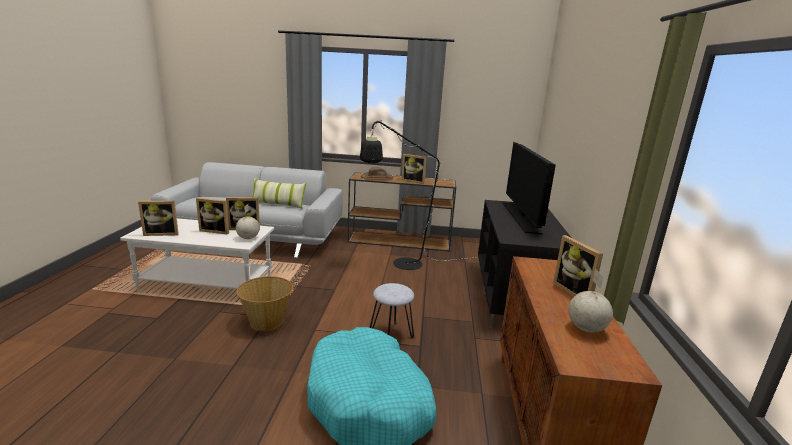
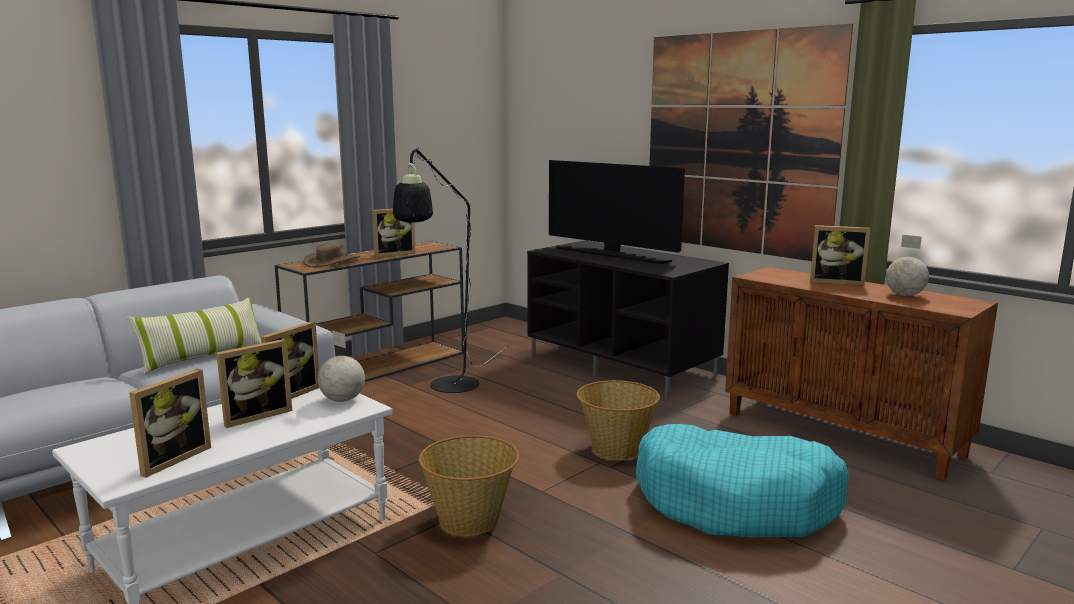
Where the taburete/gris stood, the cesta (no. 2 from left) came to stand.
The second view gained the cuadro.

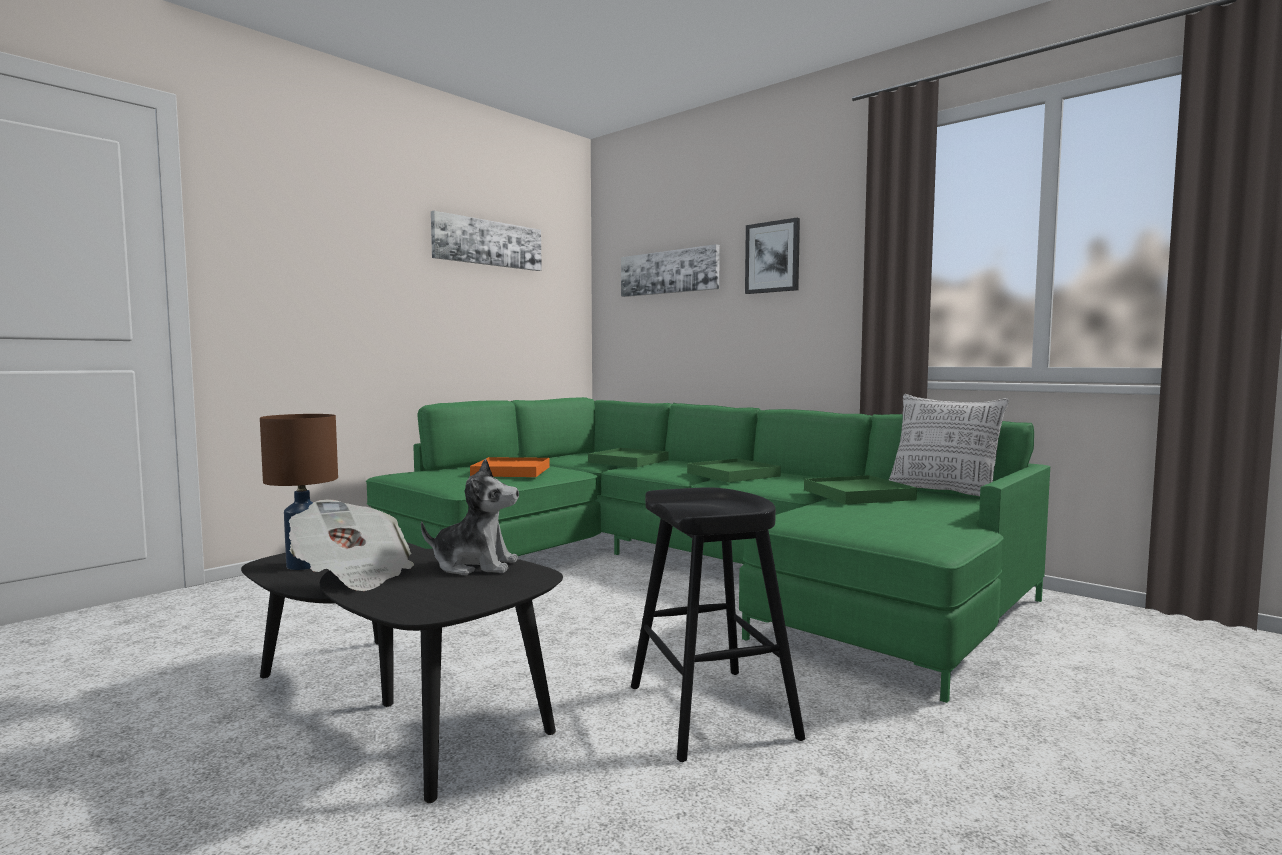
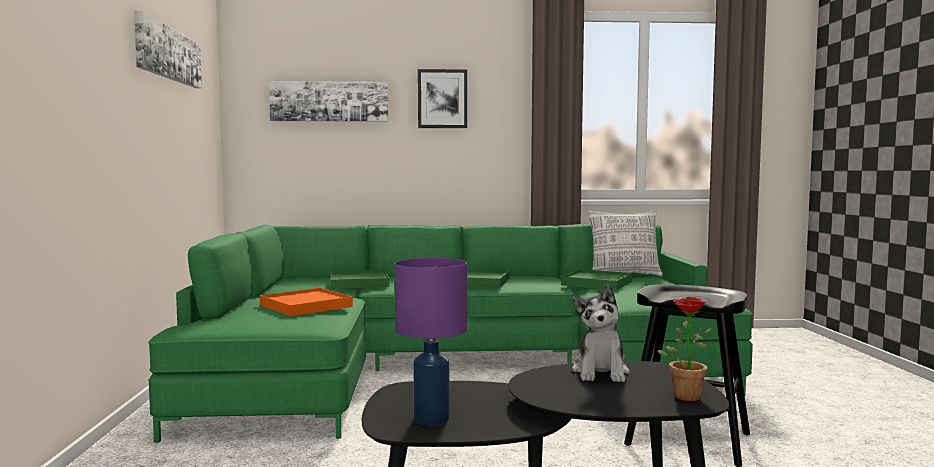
What was the lámpara de mesa/marrón turned into the lámpara de mesa/morado.
The second view lost the periódico.
The peluche ended up facing another way, 135 degrees clockwise from before.
The second view gained the planta en maceta.

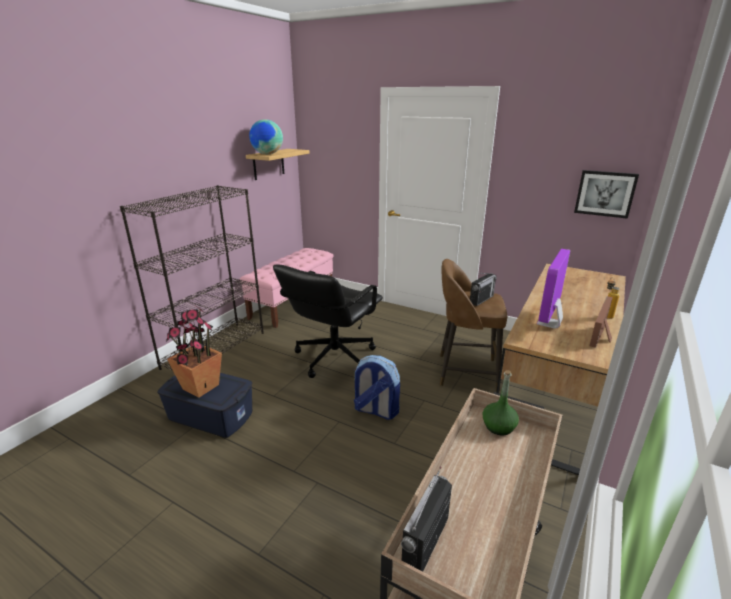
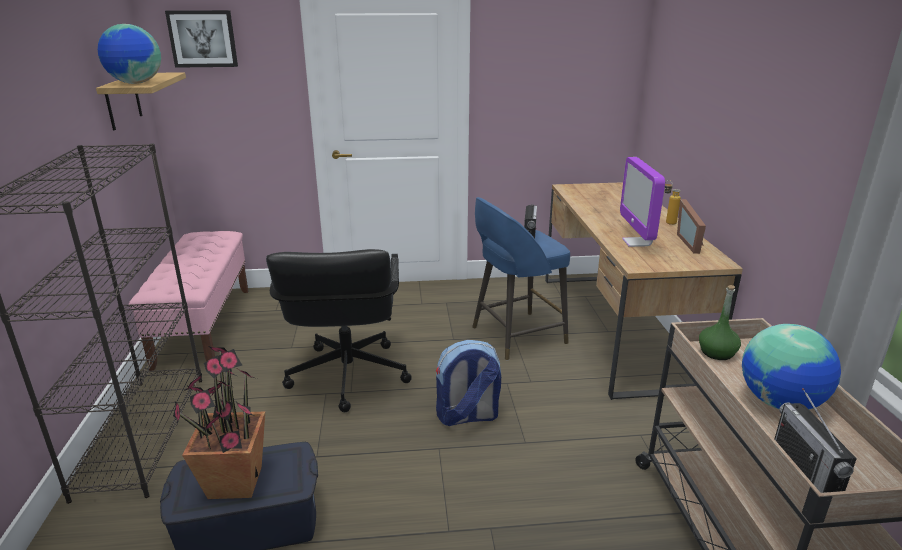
What was the taburete/marrón turned into the taburete/azul.
The cuadro ended up elsewhere.
The second view gained the globo terráqueo (no. 2 from left).

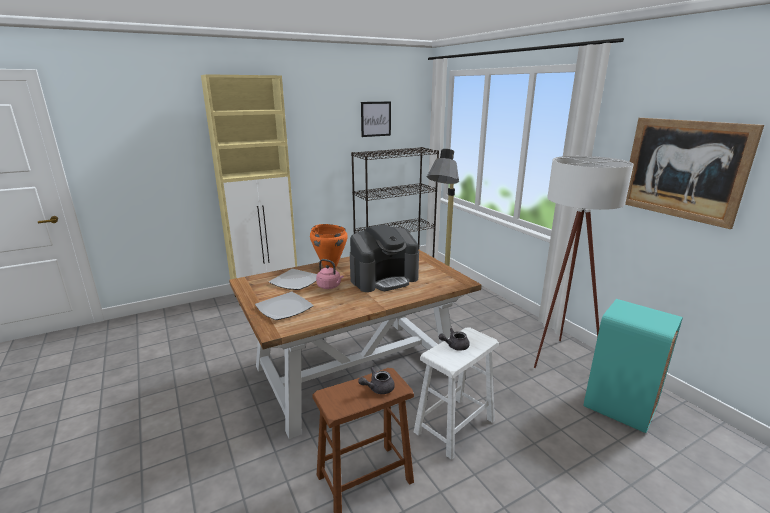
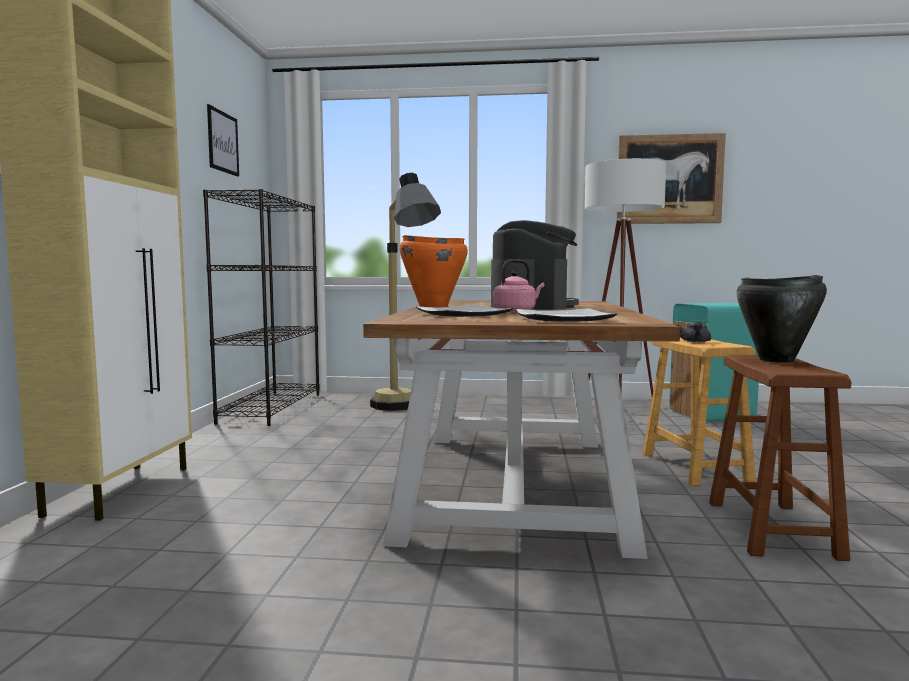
Where the tetera/gris (no. 1 from left) stood, the olla/negro came to stand.
What was the taburete/blanco turned into the taburete/marrón (no. 1 from left).

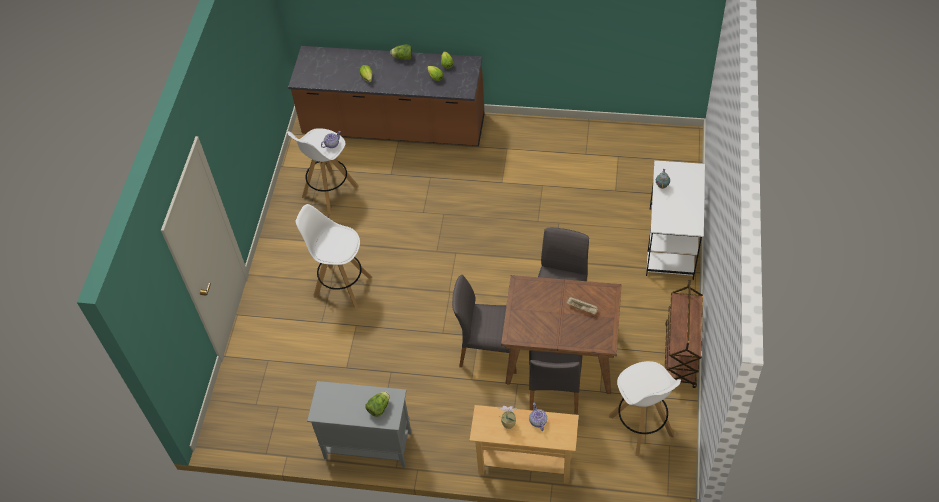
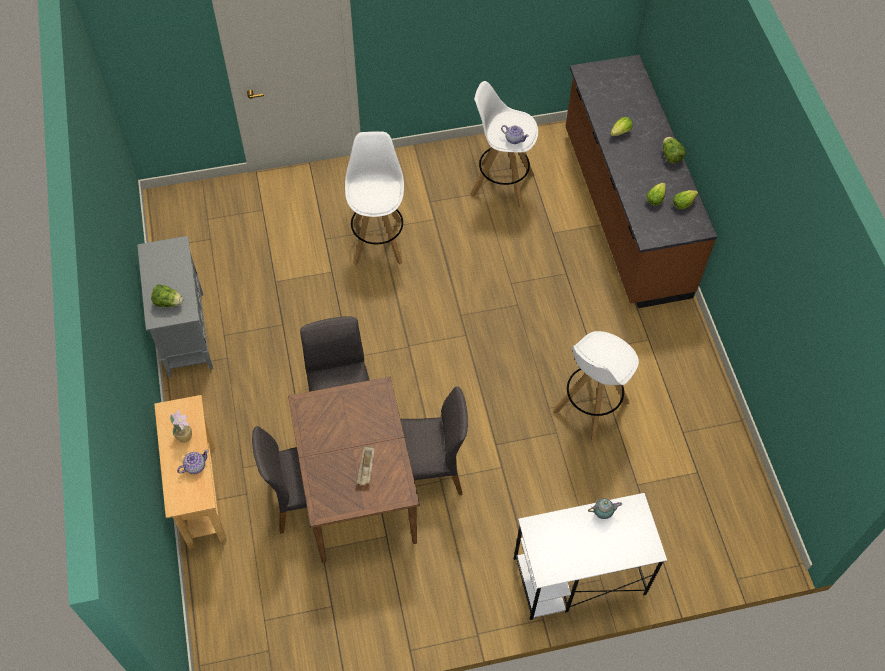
The taburete/blanco (no. 3 from left) ended up elsewhere.
The second view lost the carrito/marrón.

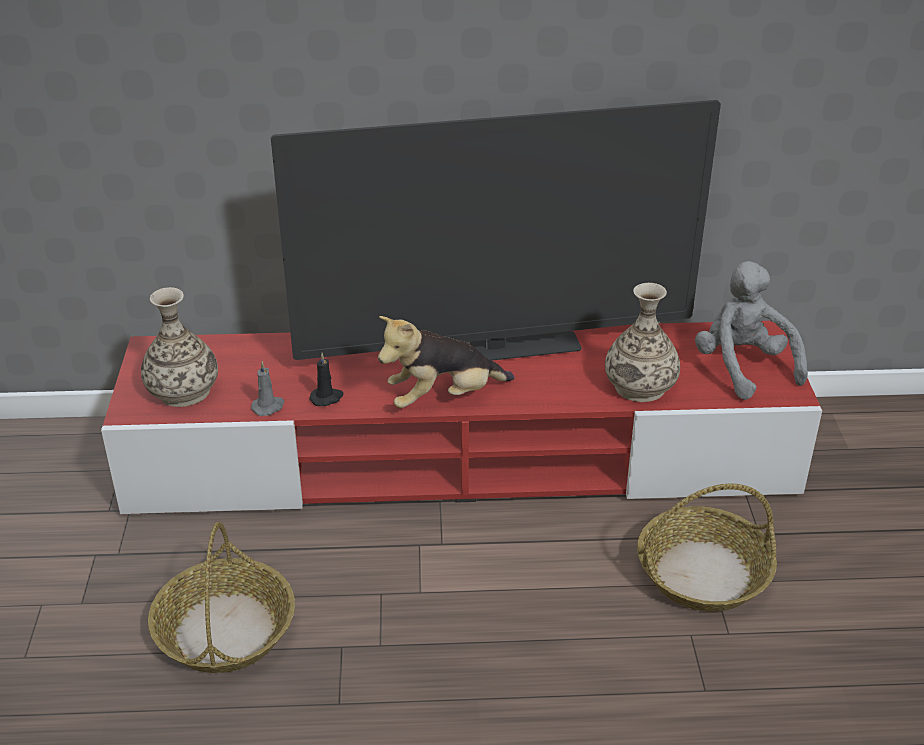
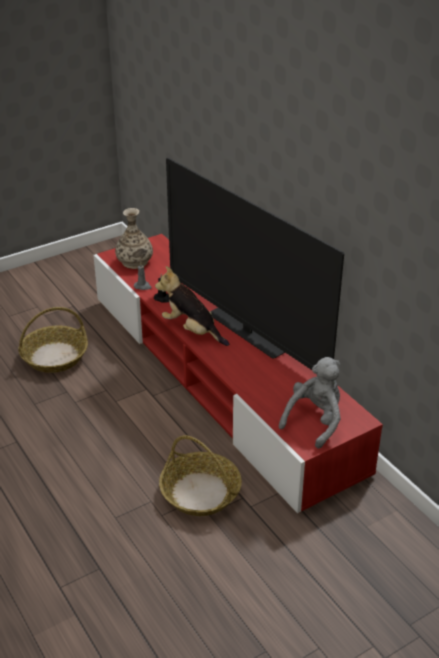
The second view lost the florero (no. 2 from left).

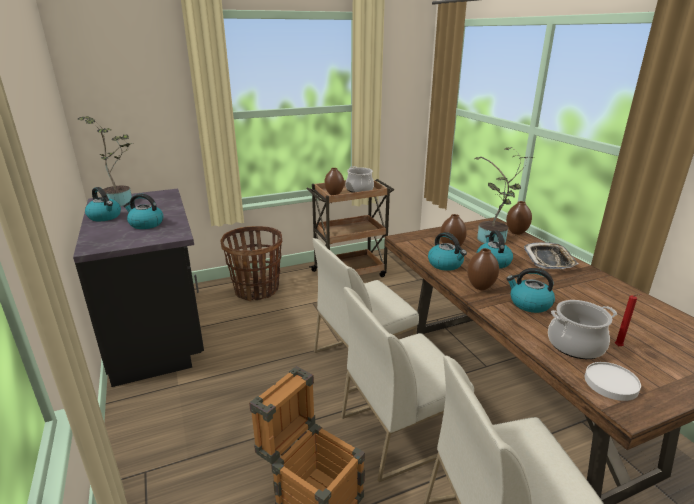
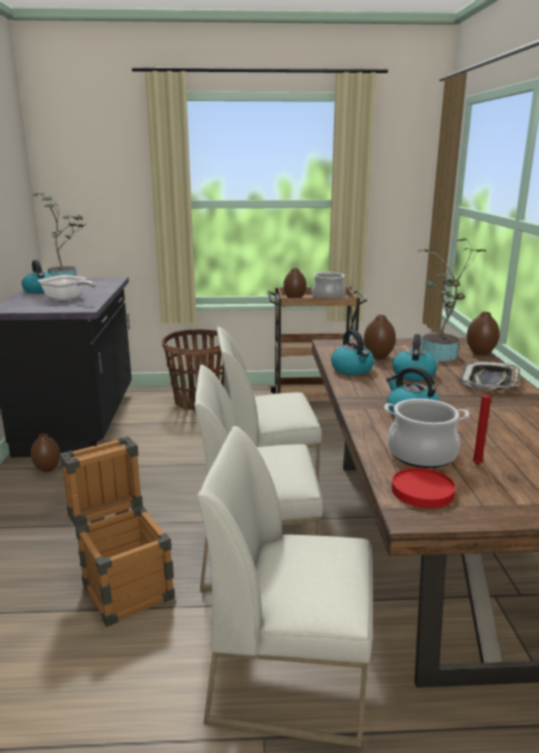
Where the hervidor (no. 2 from left) stood, the sartén came to stand.
The florero/marrón (no. 3 from left in the first image) ended up elsewhere.
What was the plato/blanco turned into the plato/rojo.

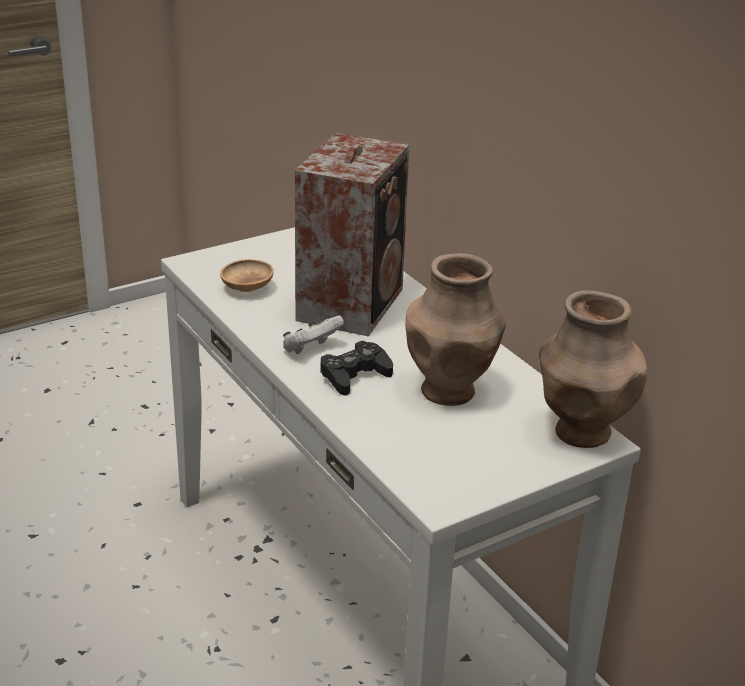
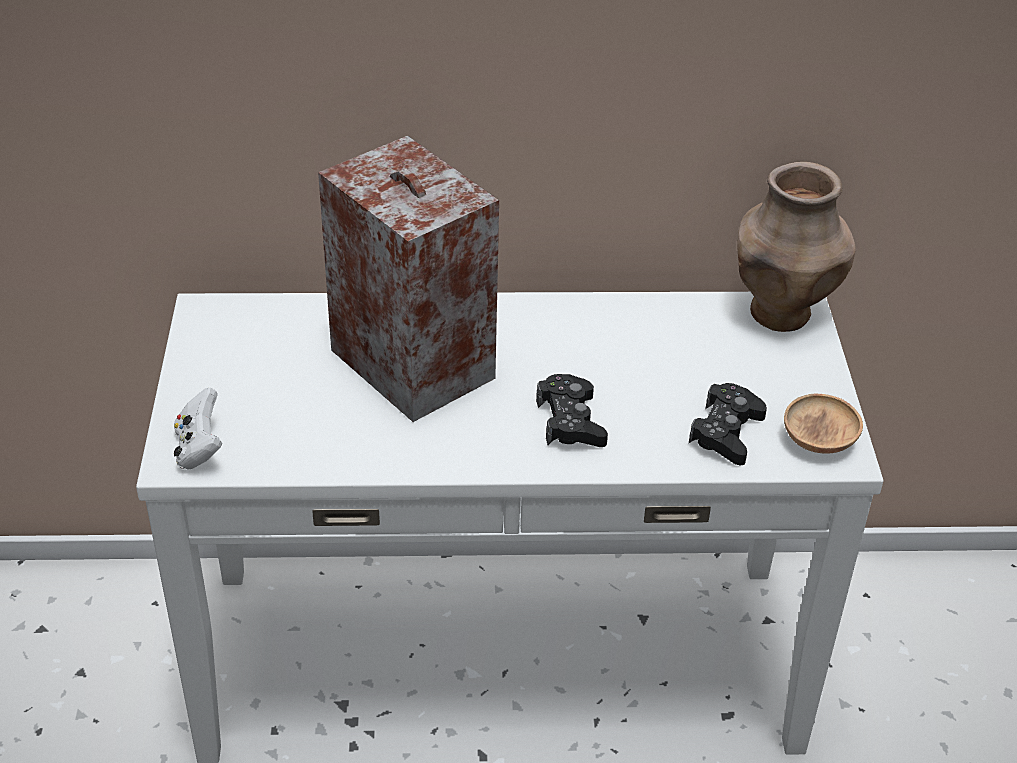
The cuenco/marrón ended up elsewhere.
The mando de consola/blanco ended up elsewhere.
The second view lost the florero/marrón (no. 1 from left).
The second view gained the mando de consola/negro (no. 2 from left).

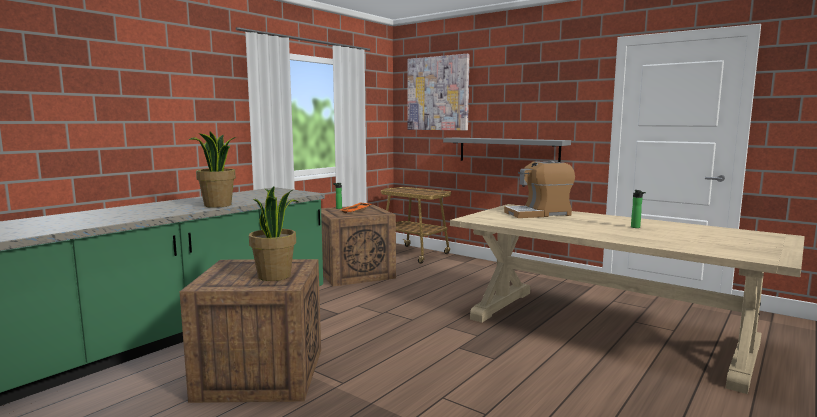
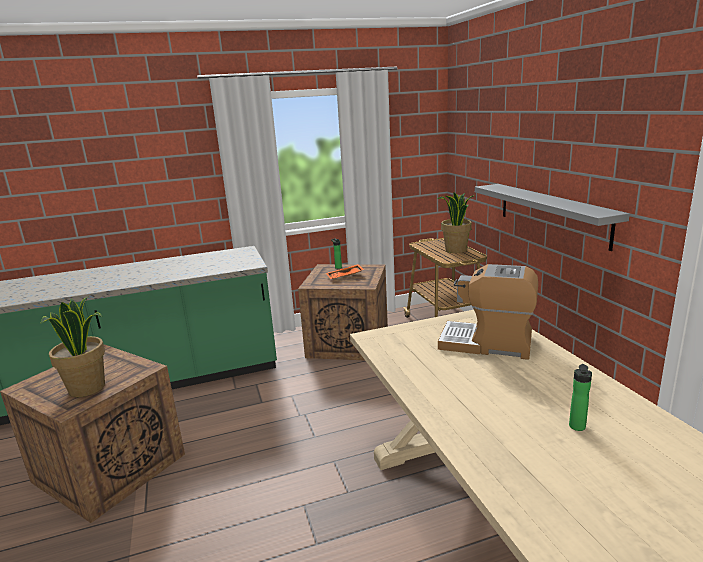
The planta en maceta (no. 1 from left in the first image) ended up elsewhere.
The second view lost the cuadro.

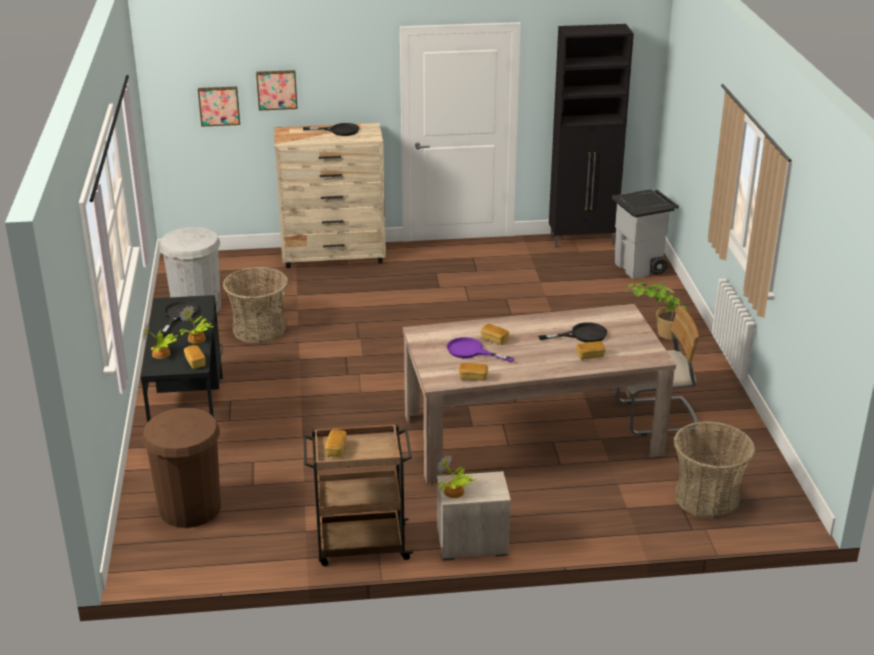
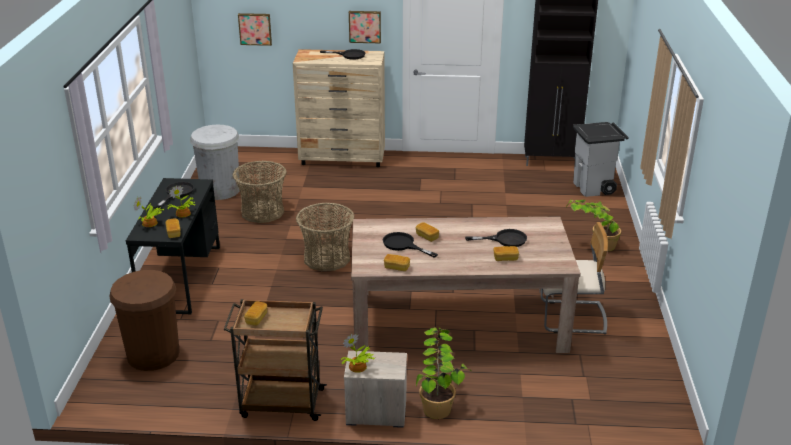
The cuadro (no. 2 from left) ended up elsewhere.
What was the sartén/morado turned into the sartén/negro (no. 3 from left).
The cesta (no. 2 from left) ended up elsewhere.
The second view gained the planta en maceta (no. 4 from left).

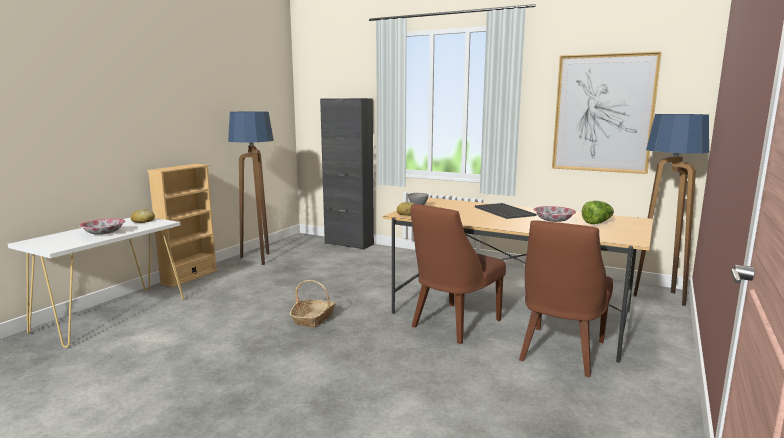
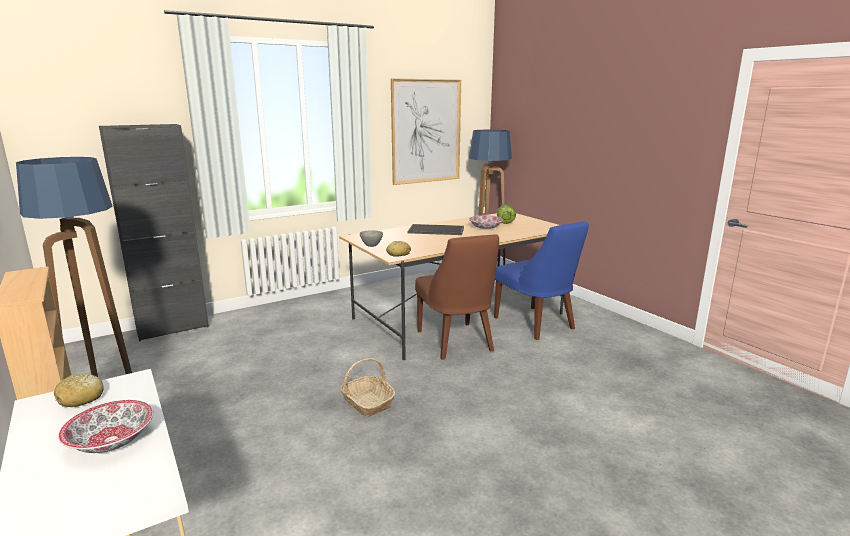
What was the silla/marrón (no. 2 from left) turned into the silla/azul.

